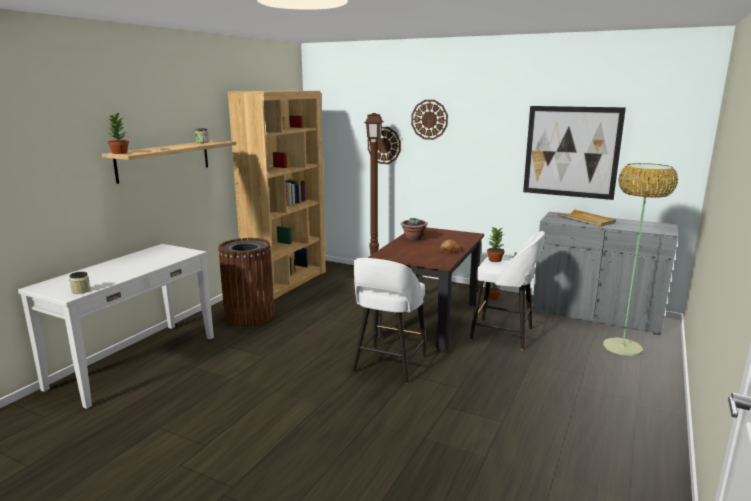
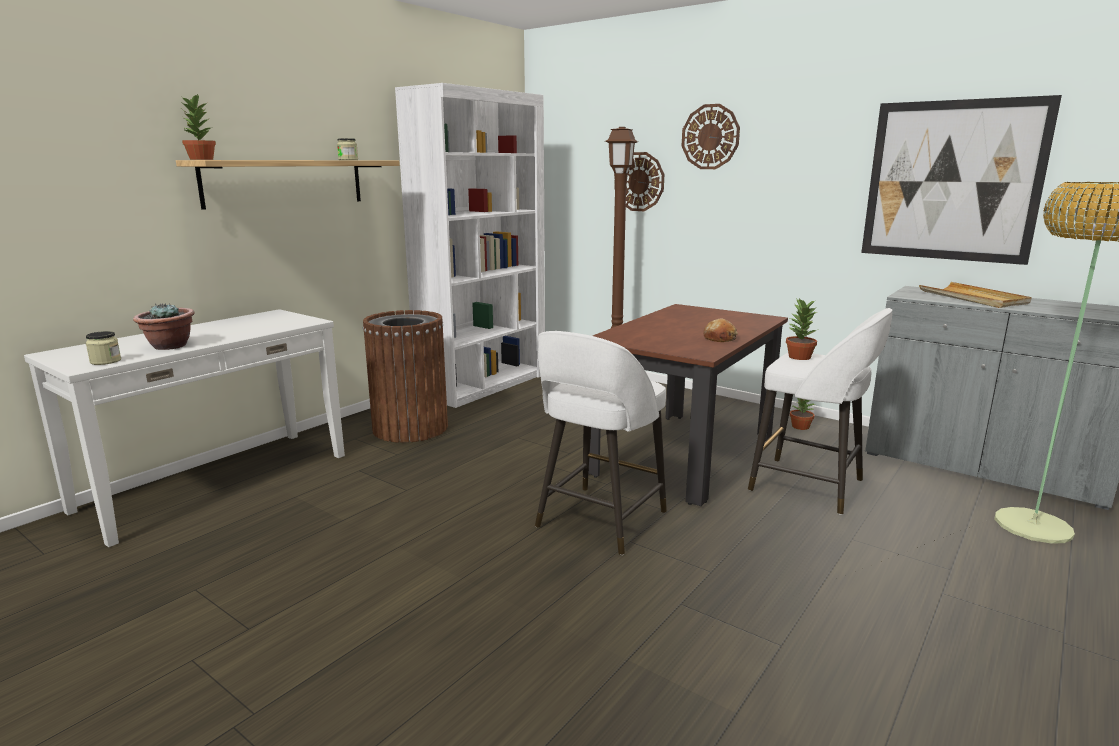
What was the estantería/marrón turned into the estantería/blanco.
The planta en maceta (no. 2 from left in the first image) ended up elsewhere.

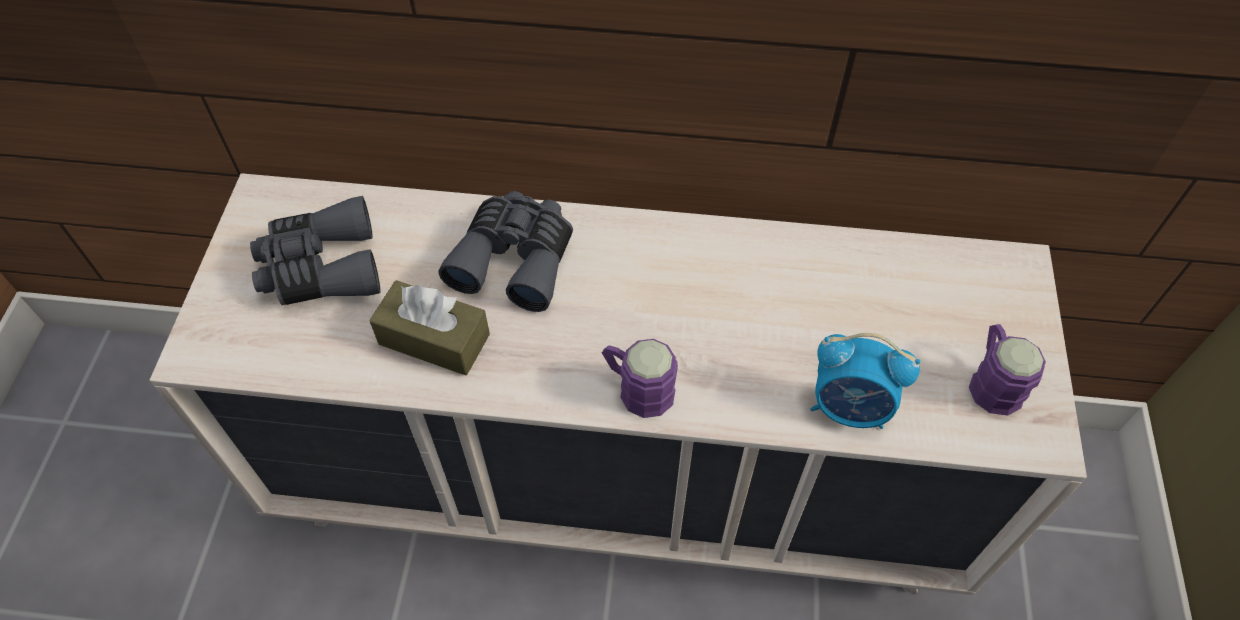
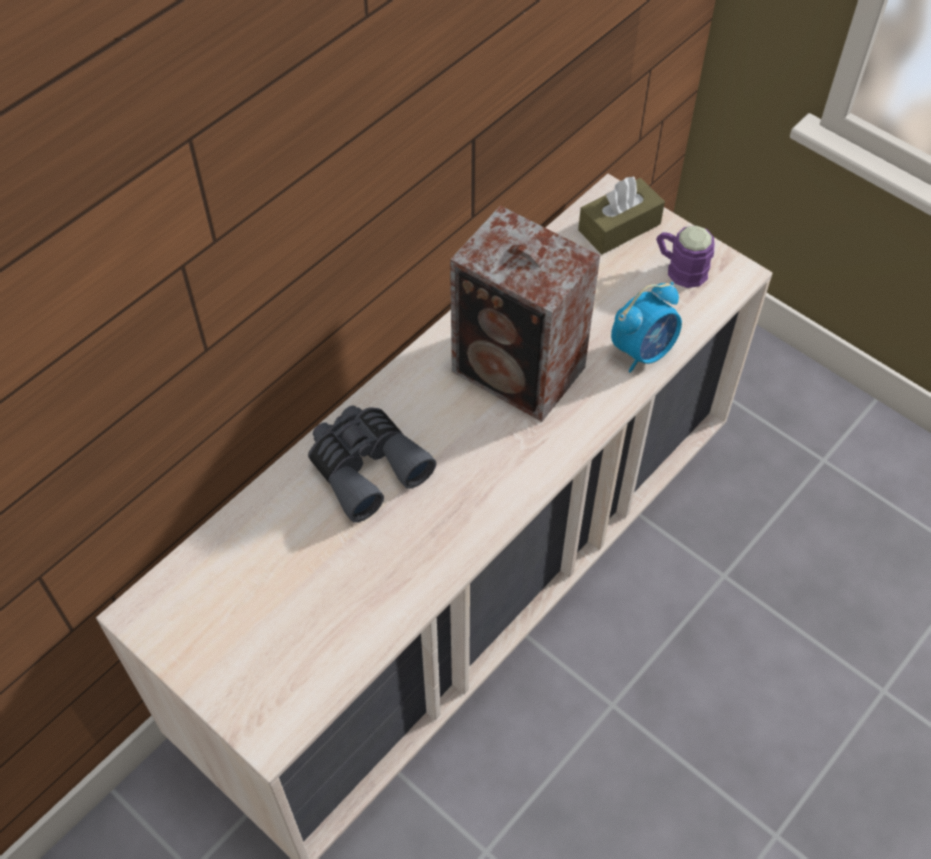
The second view lost the prismáticos/gris (no. 1 from left).
The caja de pañuelos/marrón ended up elsewhere.
The second view lost the taza grande/morado (no. 1 from left).
The second view gained the altavoz.

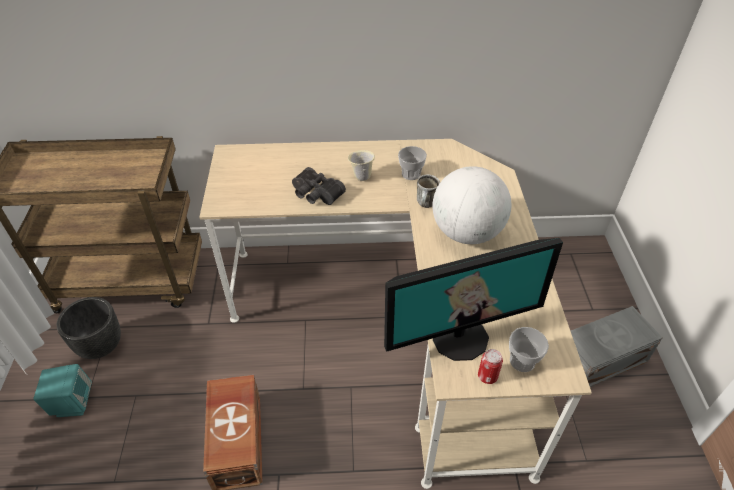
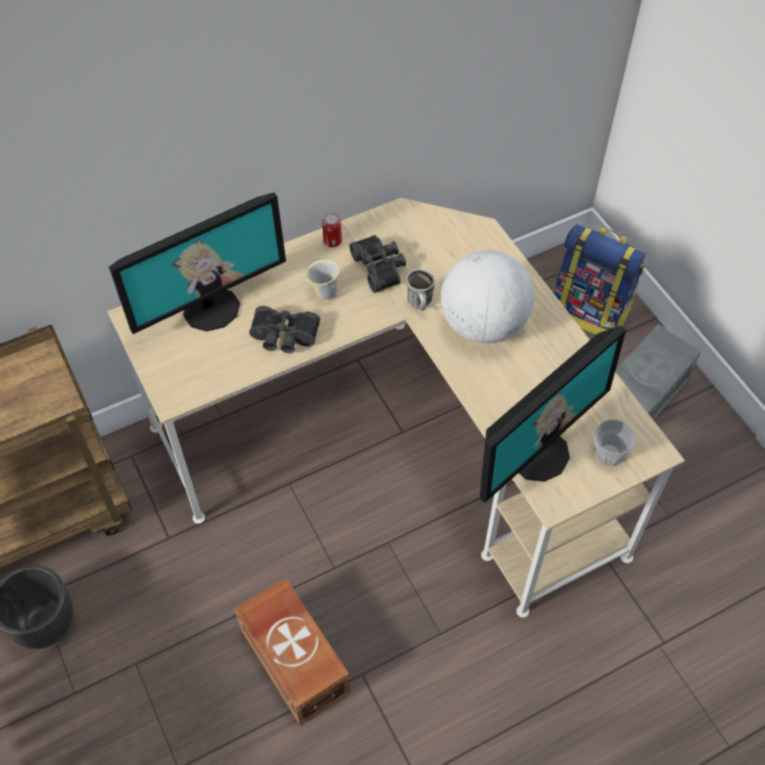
The second view lost the altavoz/turquesa.
Where the taza (no. 1 from left) stood, the prismáticos/negro (no. 2 from left) came to stand.
The lata ended up elsewhere.
The second view gained the monitor (no. 1 from left).
The second view gained the mochila.

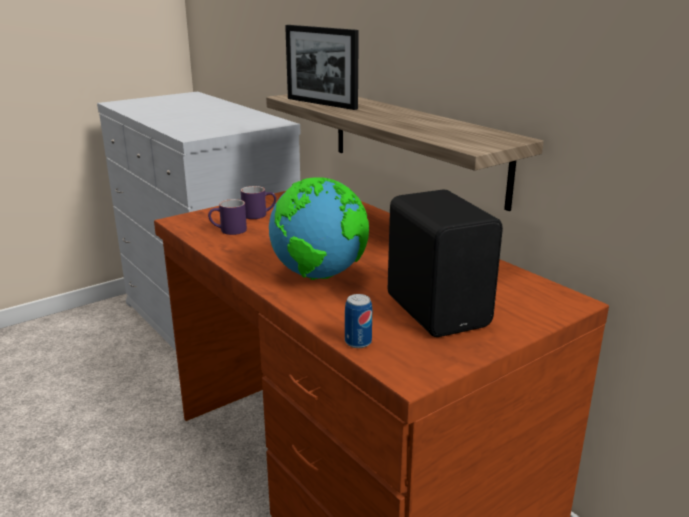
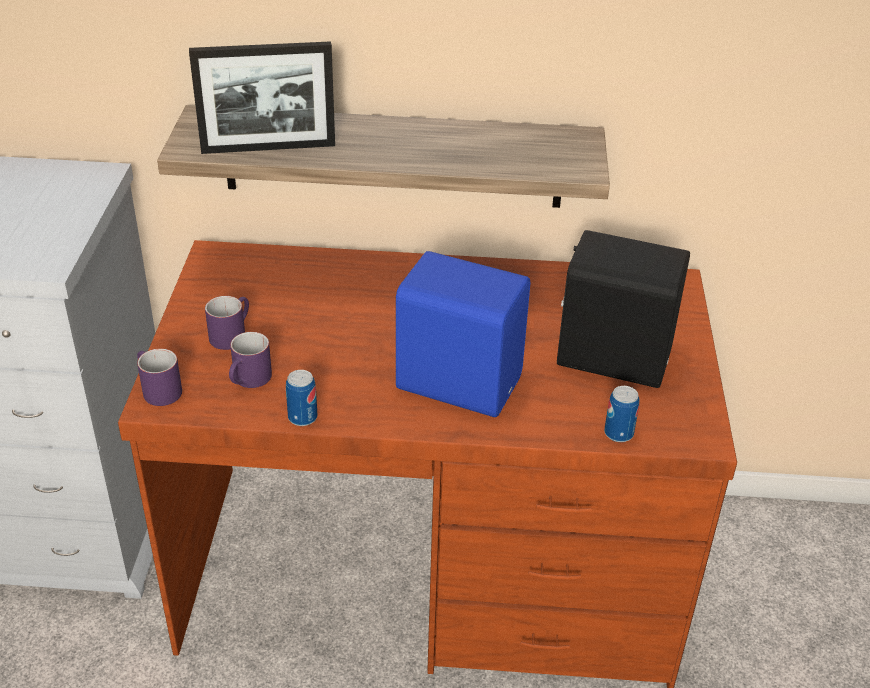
Where the globo terráqueo stood, the altavoz/azul came to stand.
The second view gained the taza grande/morado (no. 1 from left).
The second view gained the lata (no. 1 from left).

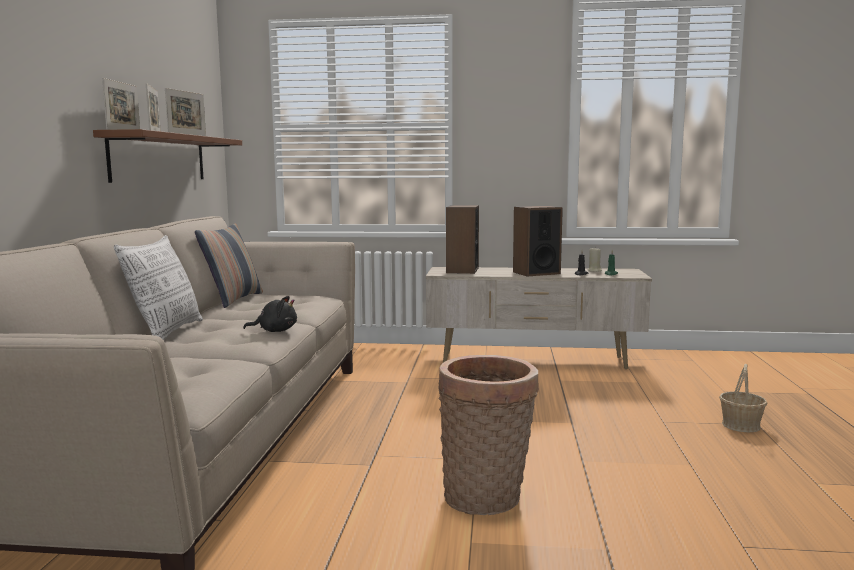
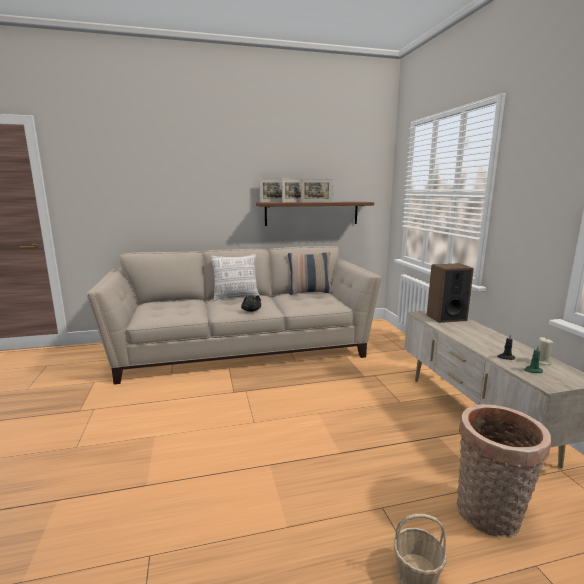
The cesta (no. 1 from left in the first image) ended up elsewhere.
The second view lost the altavoz (no. 2 from left).

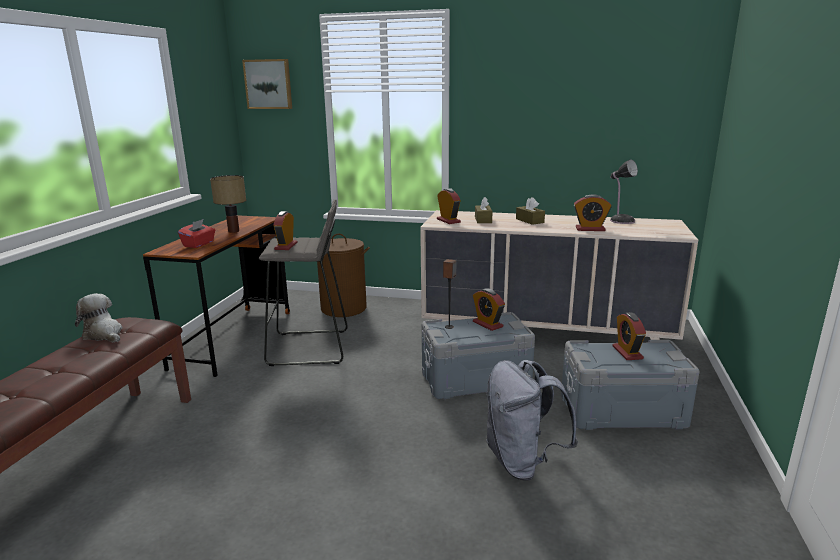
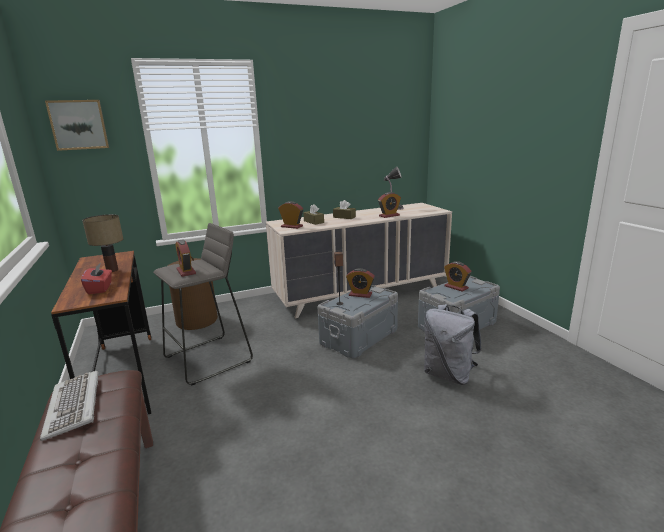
Where the peluche stood, the teclado came to stand.

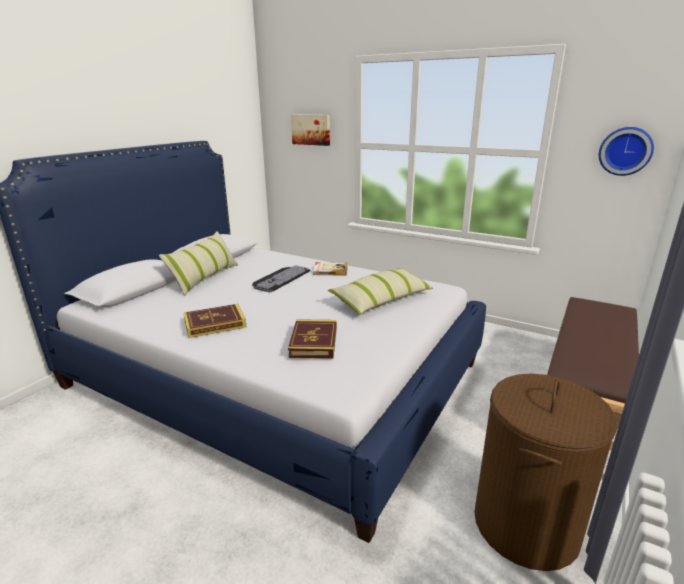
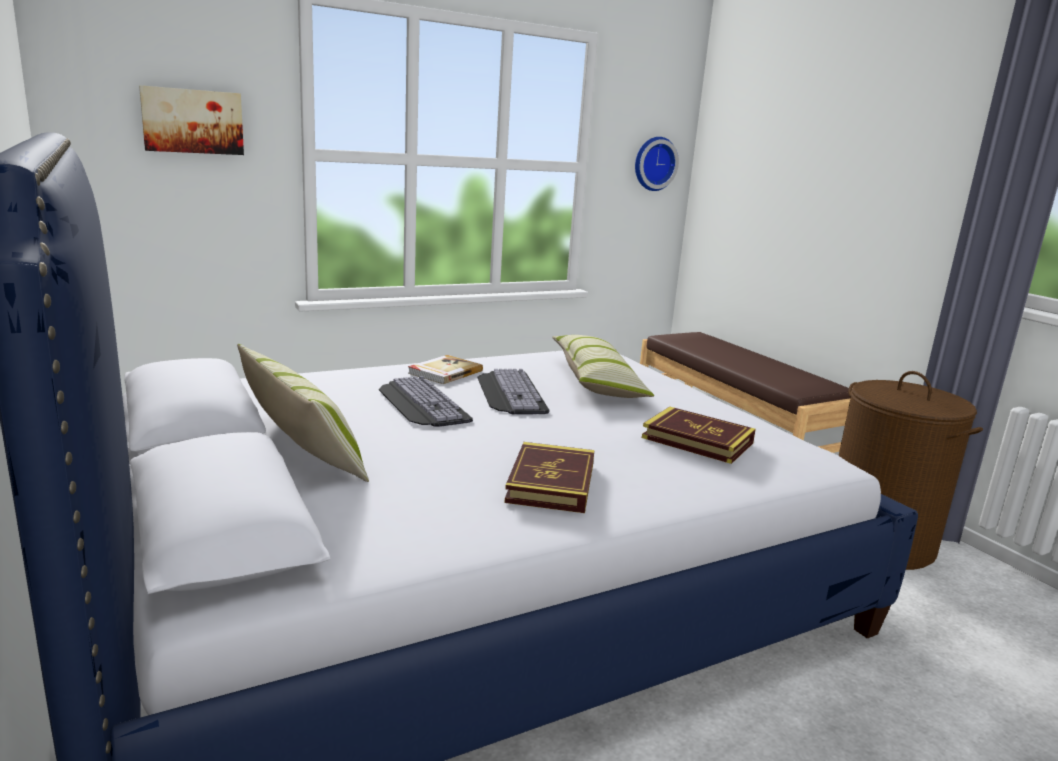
The second view gained the teclado (no. 2 from left).

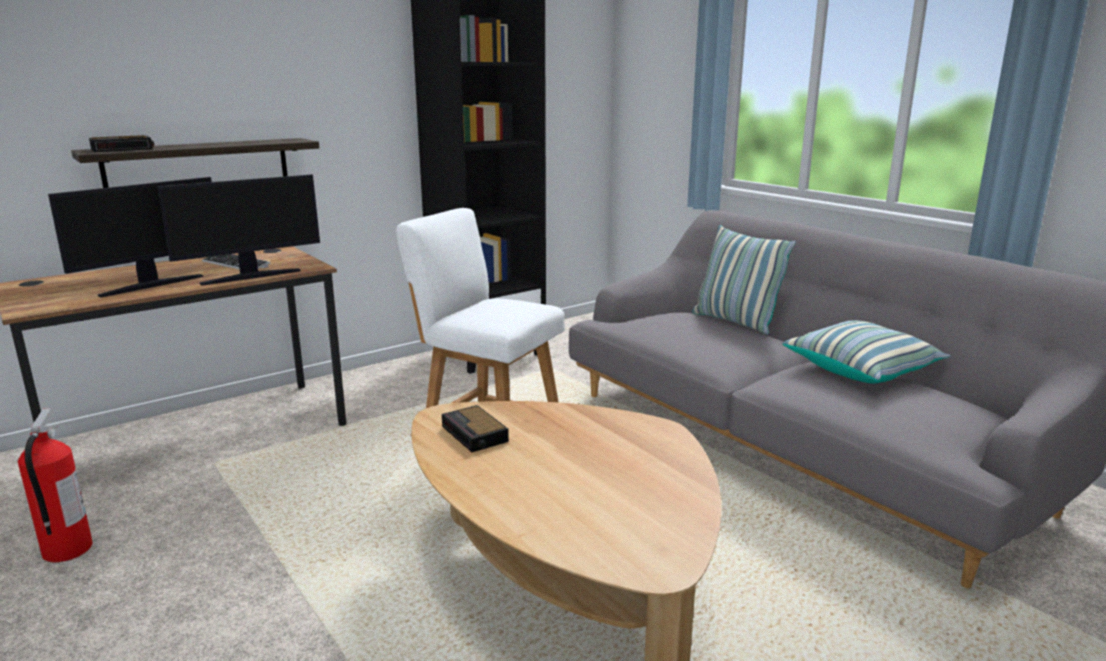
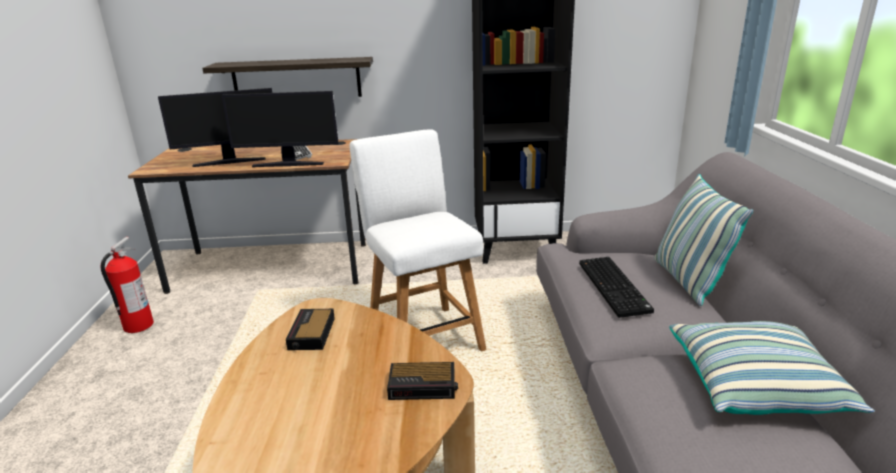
The despertador (no. 1 from left in the first image) ended up elsewhere.
The second view gained the teclado (no. 2 from left).

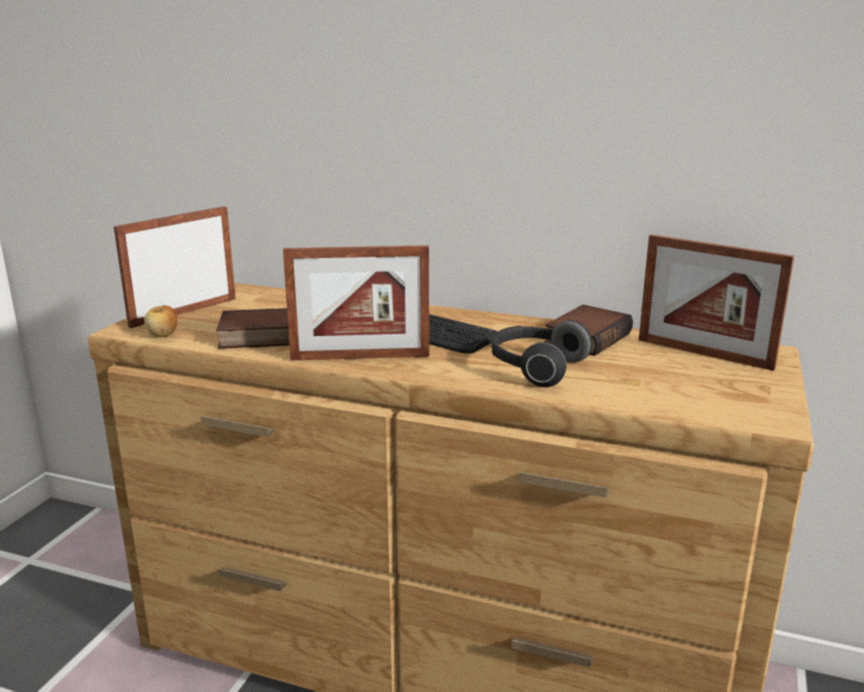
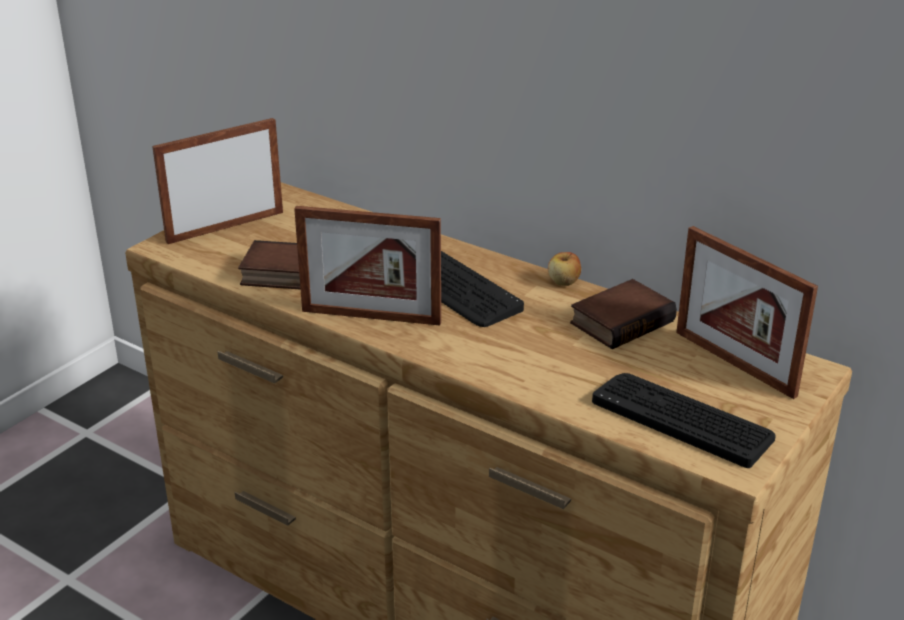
The manzana ended up elsewhere.
The second view lost the auriculares.
The second view gained the teclado (no. 2 from left).

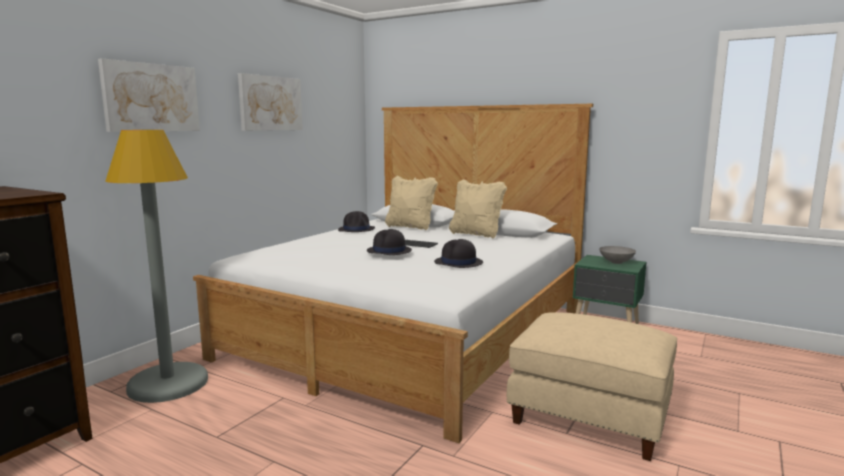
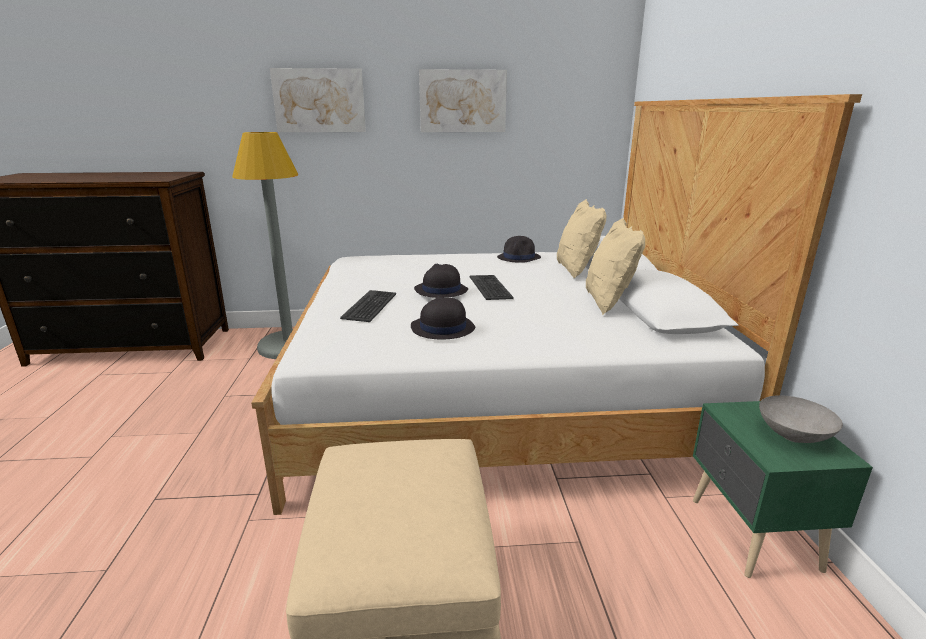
The second view gained the teclado (no. 1 from left).

